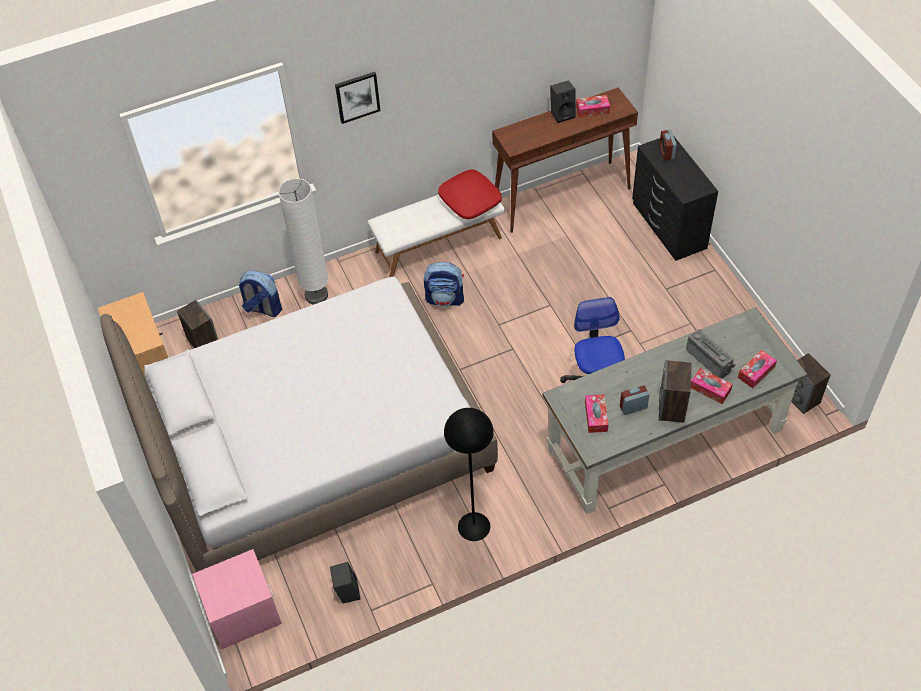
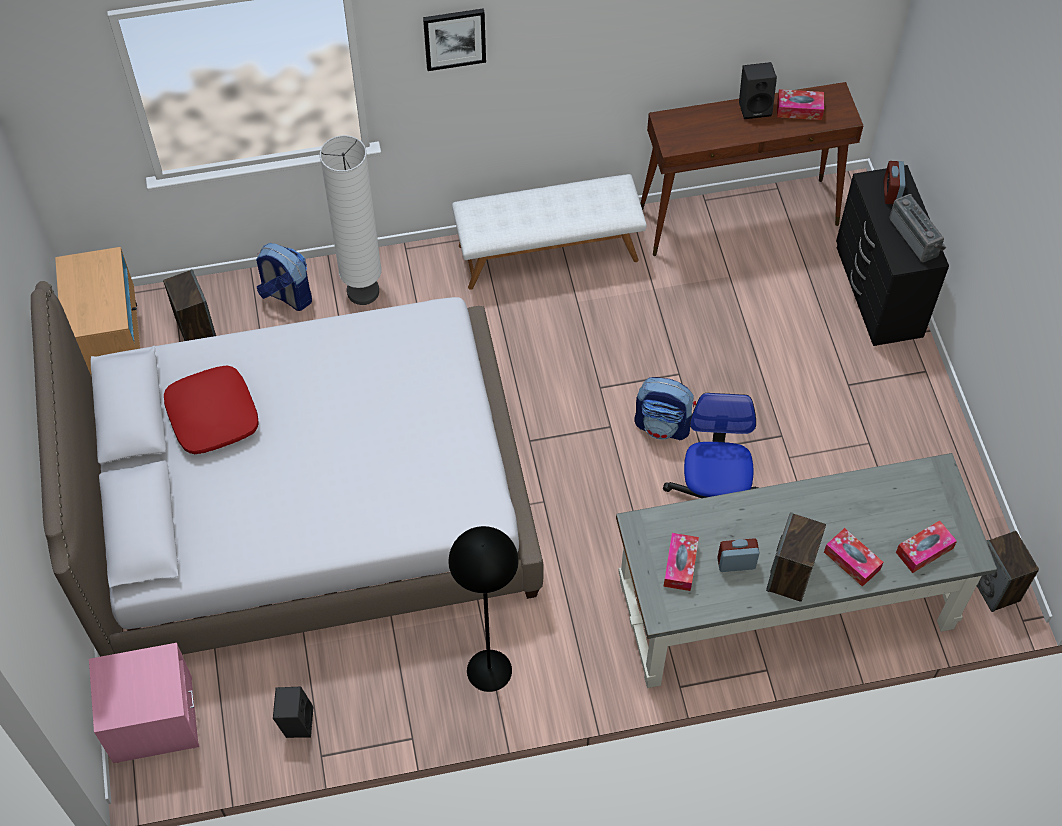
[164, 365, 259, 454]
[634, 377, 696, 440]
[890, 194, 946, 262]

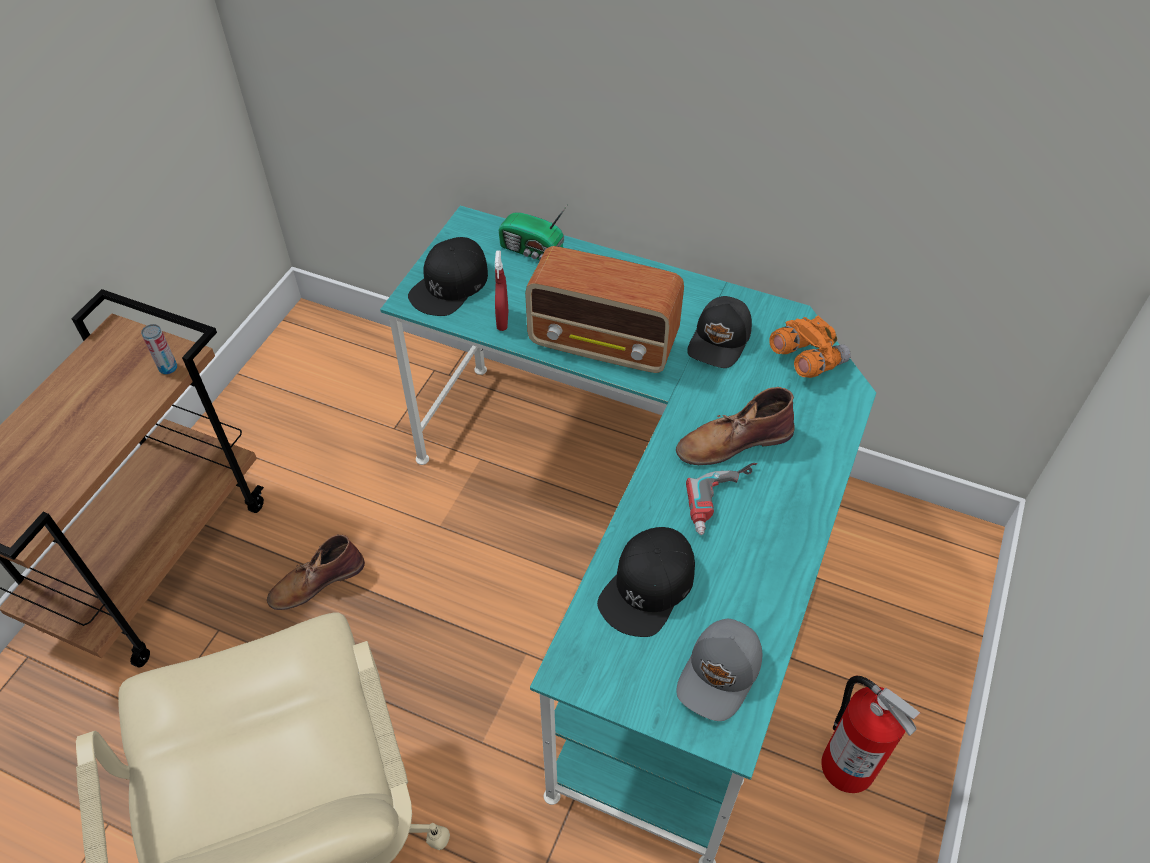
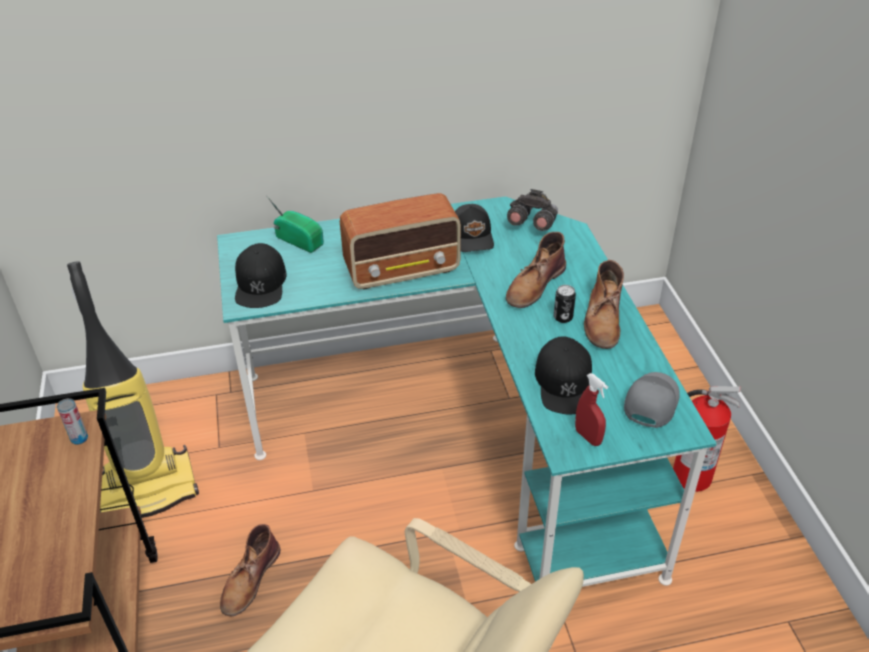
[266, 195, 324, 253]
[575, 373, 608, 446]
[507, 189, 558, 231]
[554, 285, 576, 323]
[624, 372, 680, 428]
[584, 260, 624, 349]
[67, 261, 199, 518]

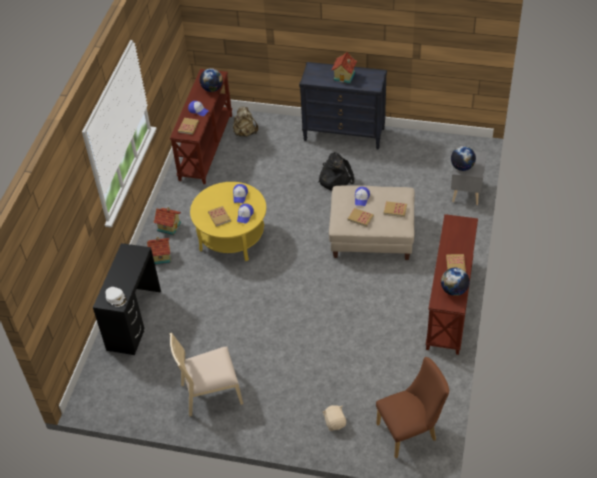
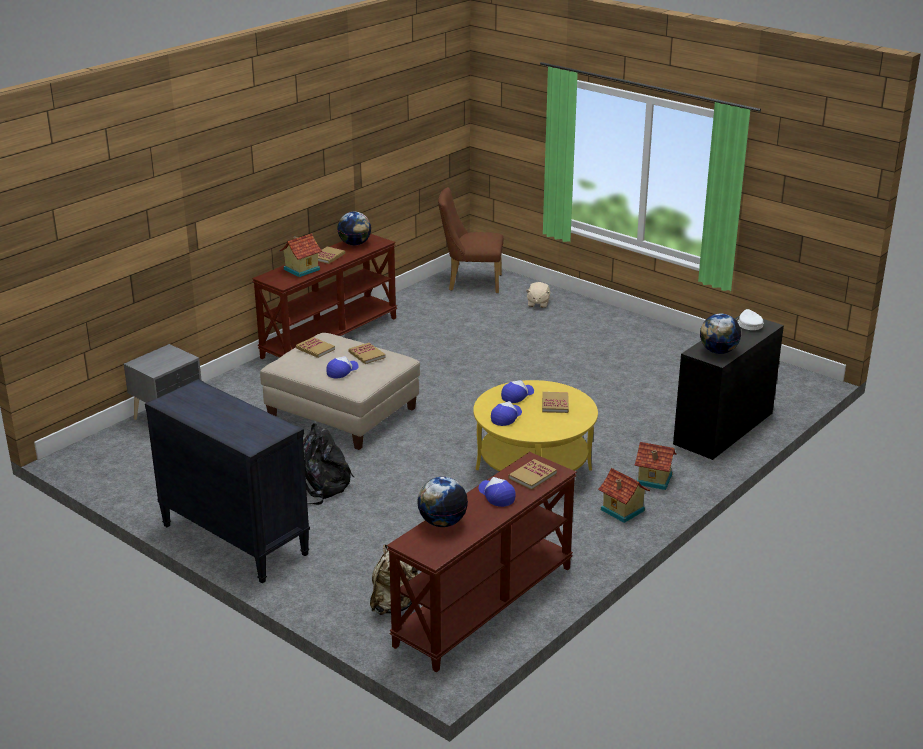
[279, 233, 322, 277]
[700, 314, 741, 354]
[170, 333, 243, 417] (first image)

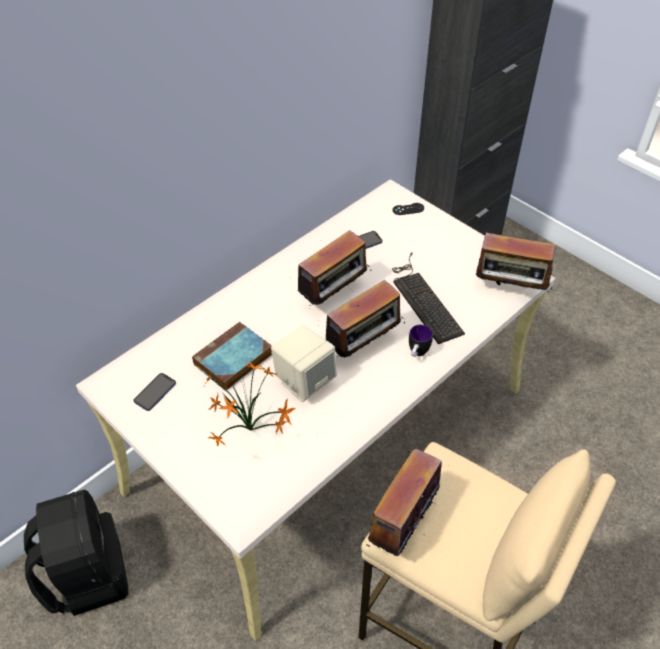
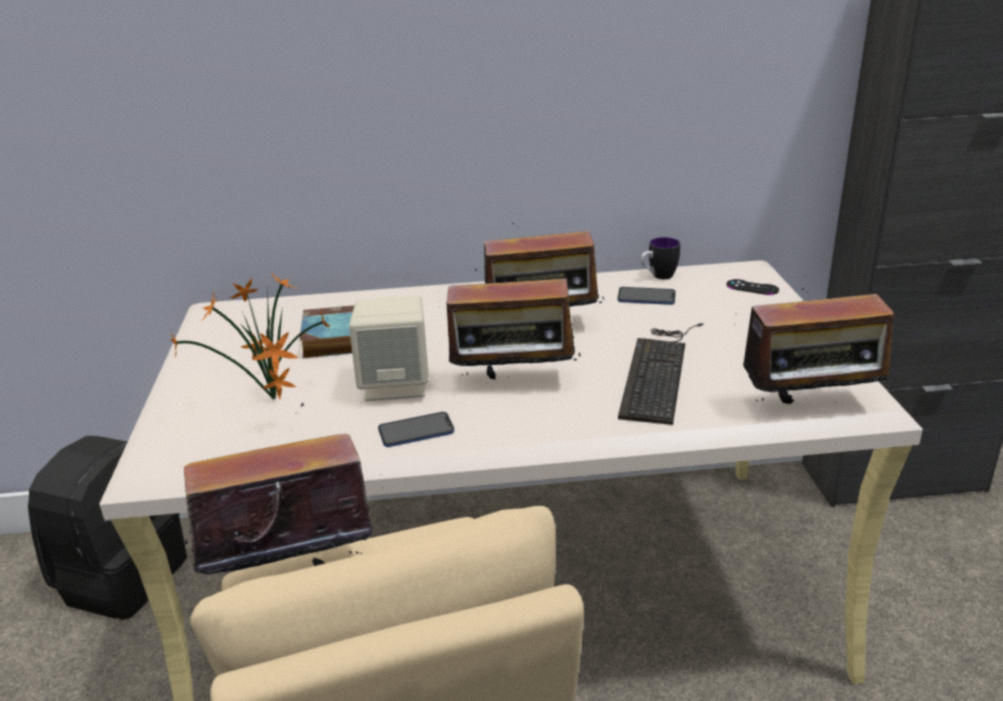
[743, 288, 898, 414]
[640, 237, 680, 279]
[378, 412, 454, 447]

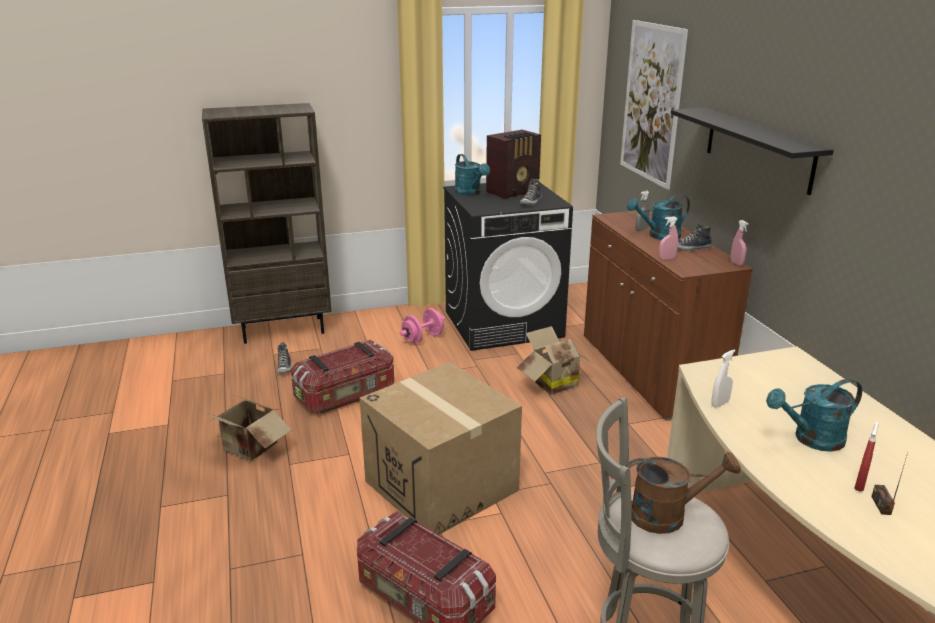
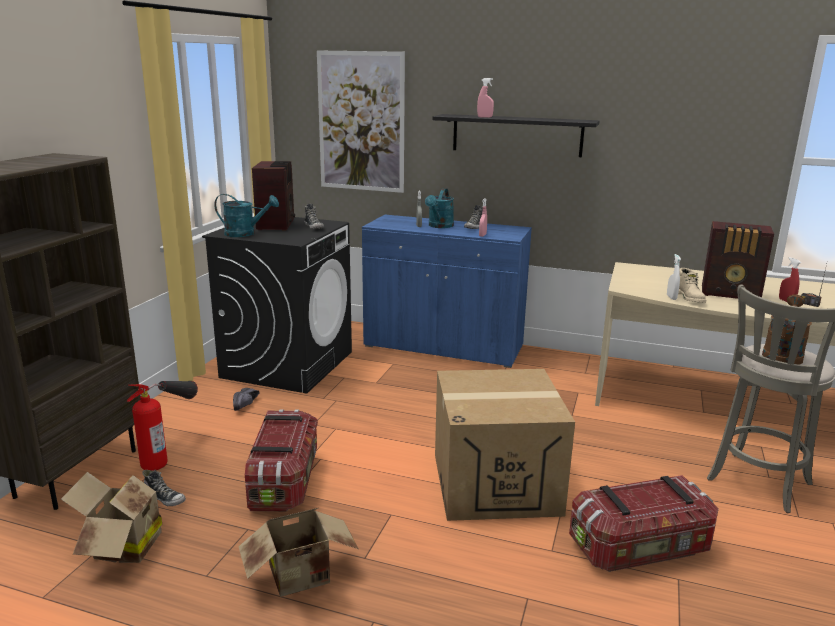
[362, 215, 532, 368]
[477, 78, 494, 118]
[233, 388, 260, 411]
[61, 472, 164, 563]
[702, 221, 774, 299]
[678, 268, 706, 303]
[127, 381, 198, 471]

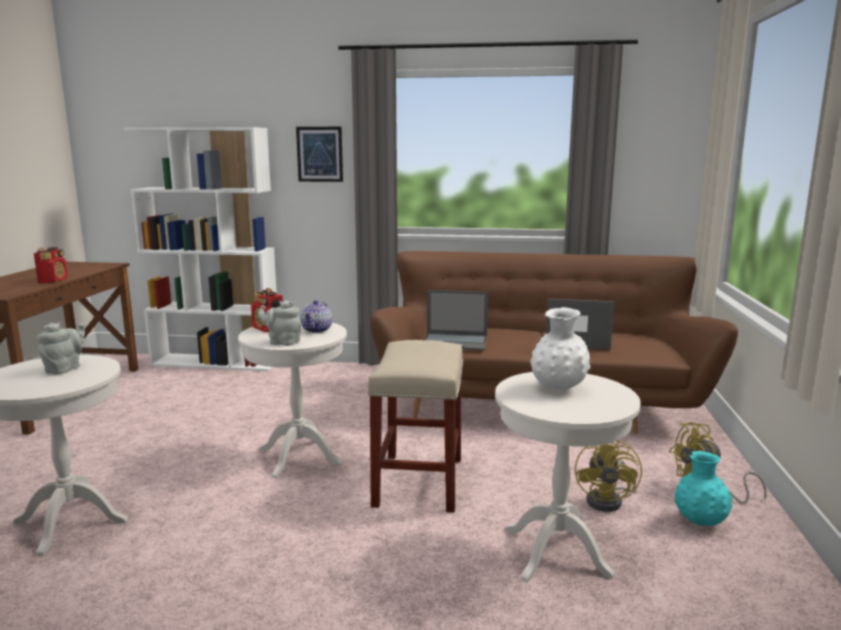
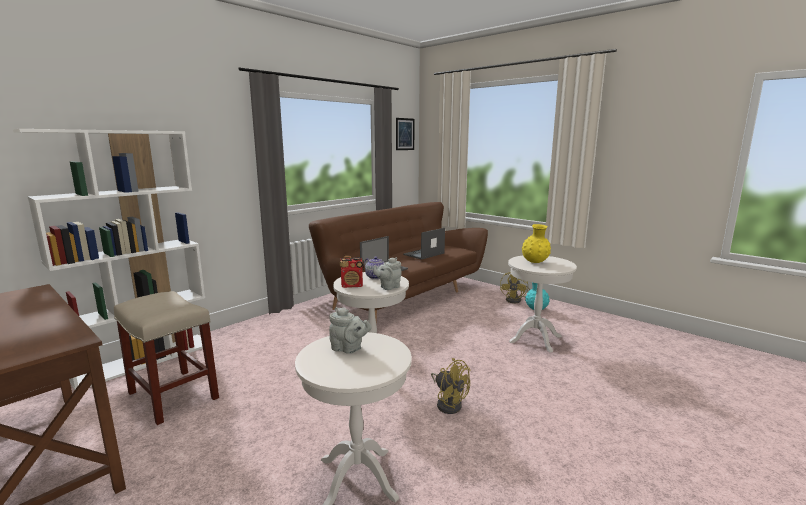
[396, 118, 415, 150]
[34, 247, 68, 283] (first image)
[522, 224, 551, 263]
[329, 307, 372, 354]
[114, 291, 219, 425]
[431, 358, 471, 414]

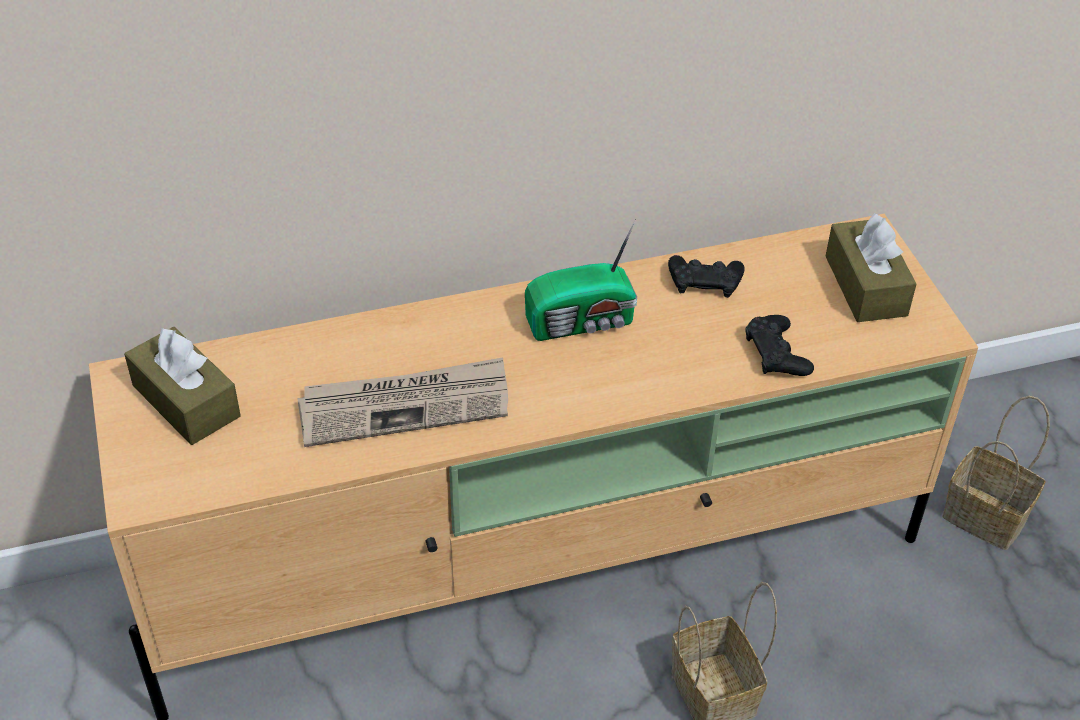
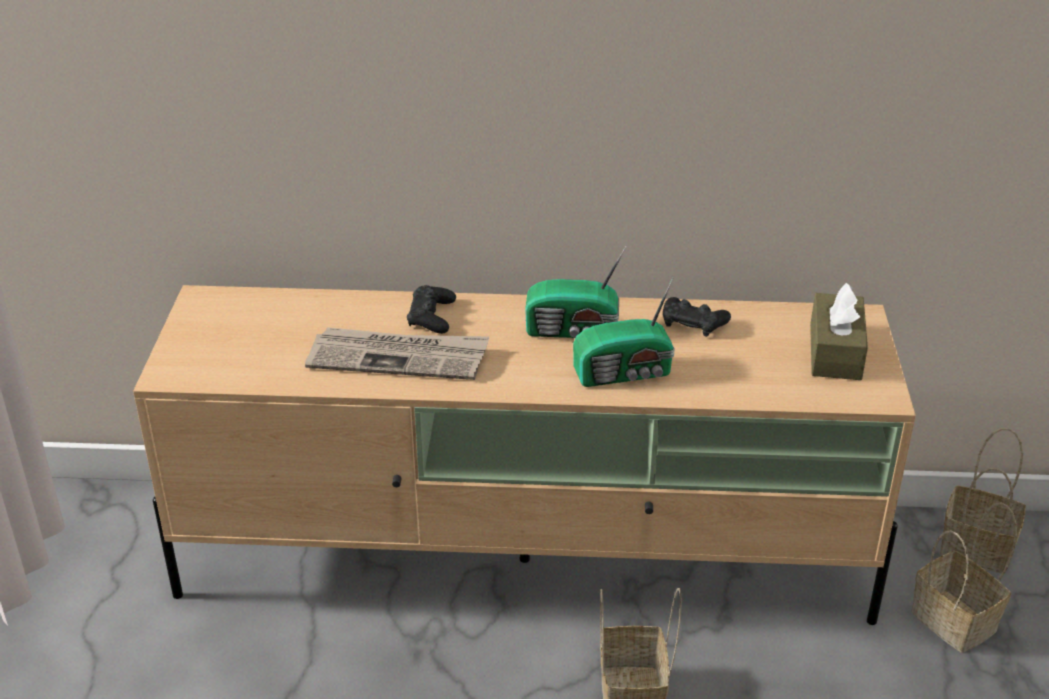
[407, 285, 456, 334]
[124, 327, 241, 445] (first image)
[573, 278, 675, 387]
[940, 428, 1026, 574]

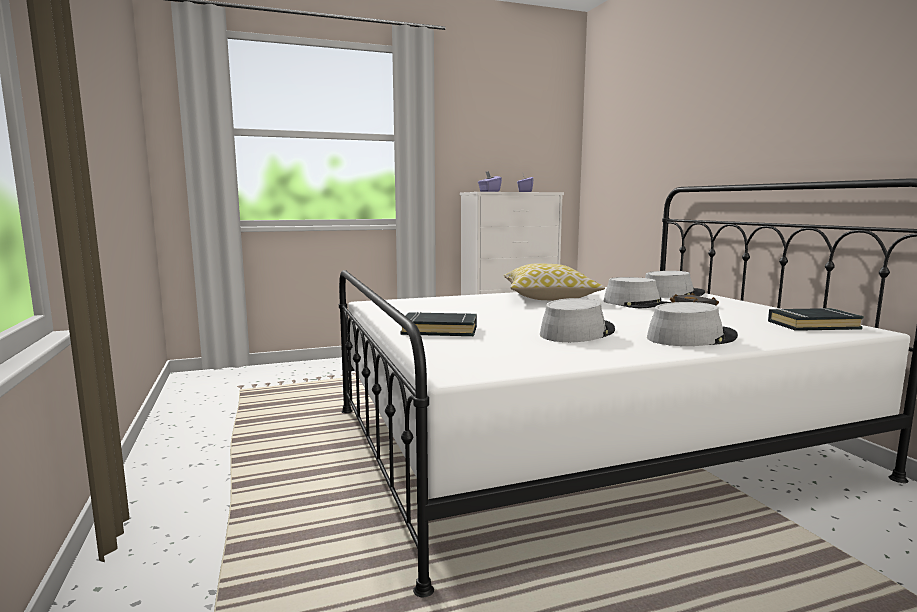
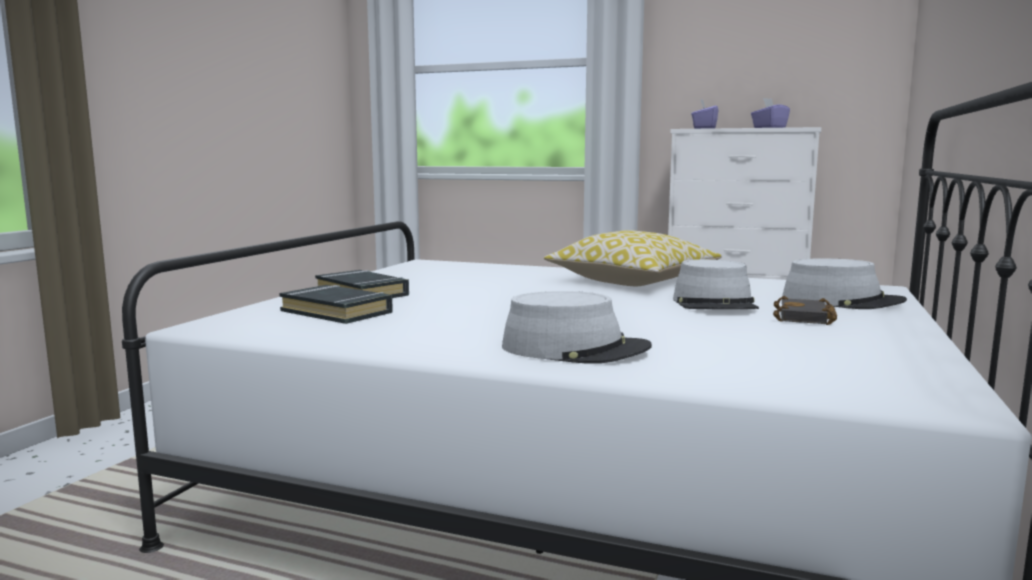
[540, 298, 615, 342] (first image)
[279, 285, 393, 324]

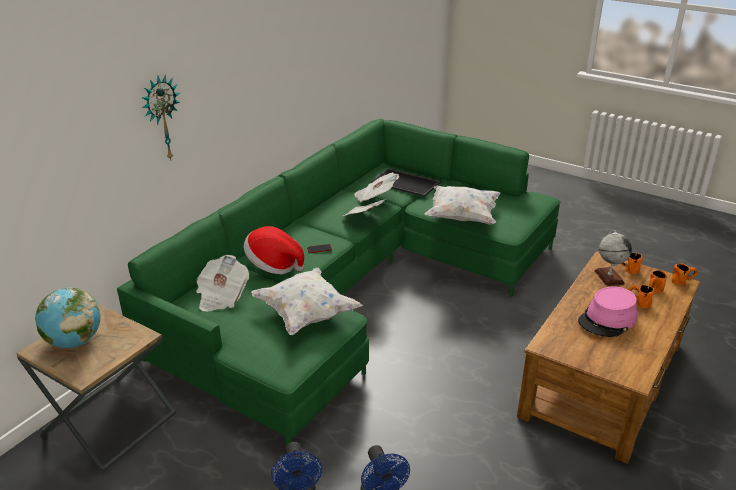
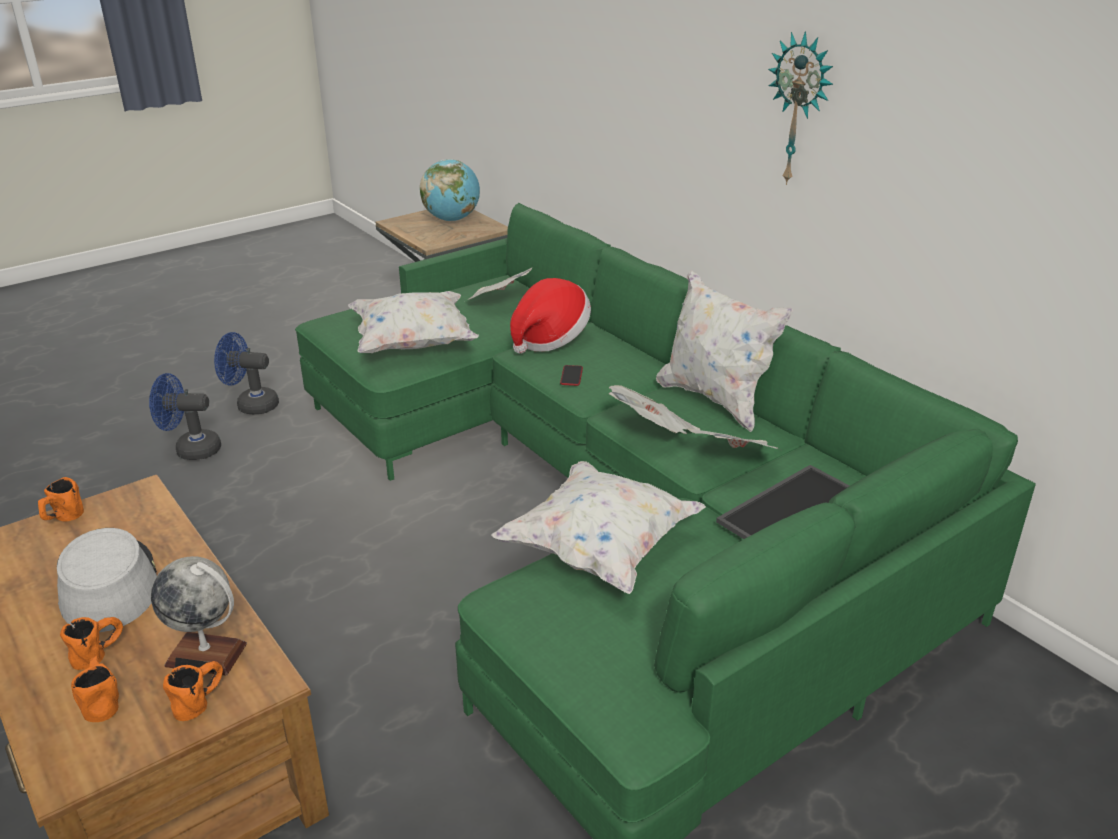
[768, 31, 833, 185]
[38, 477, 84, 521]
[57, 528, 157, 632]
[656, 270, 793, 432]

